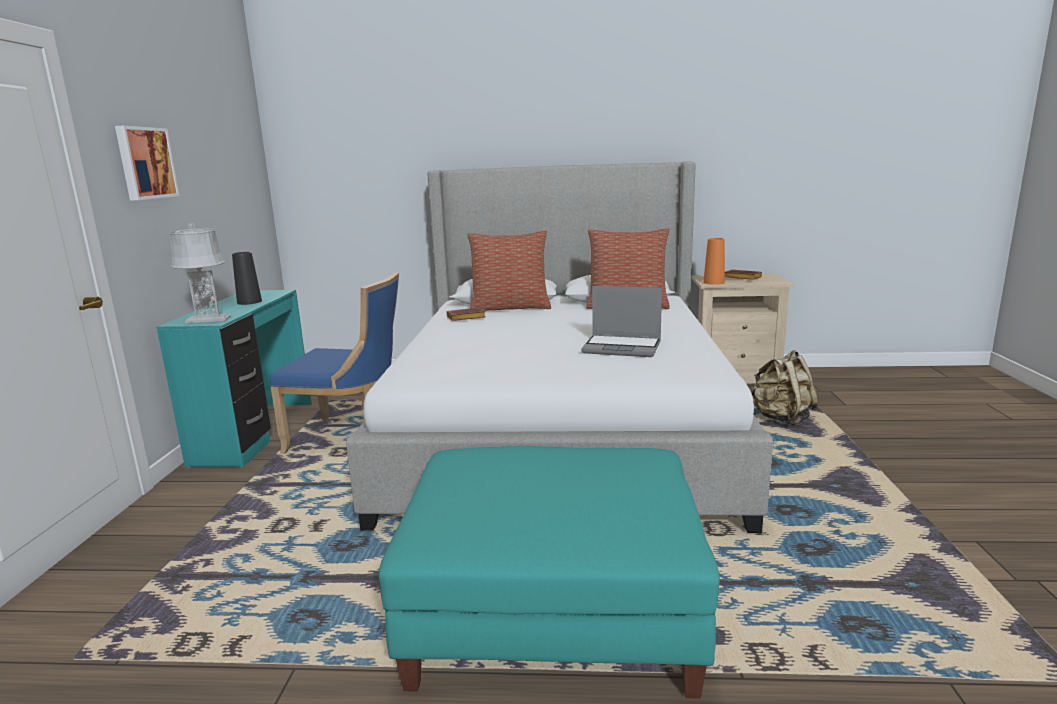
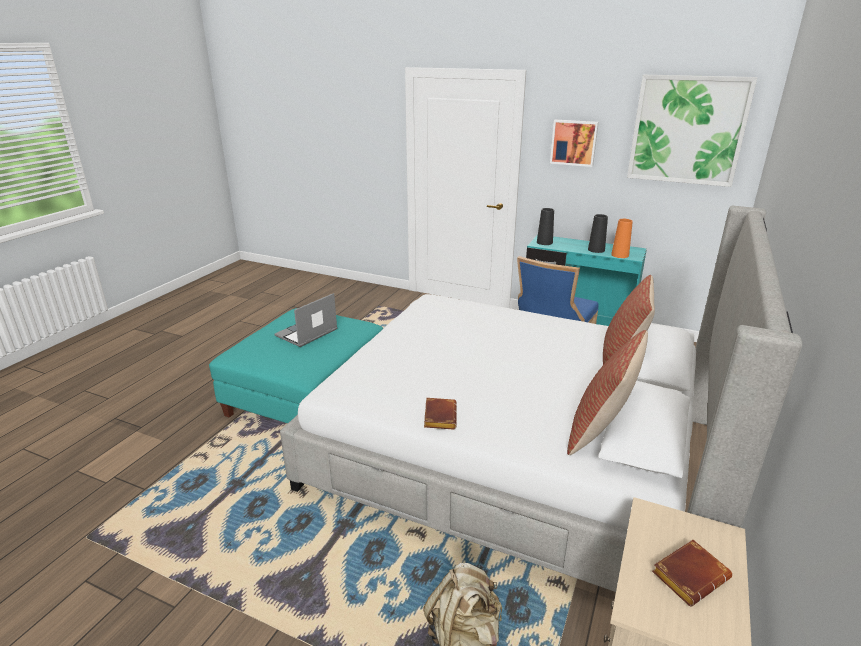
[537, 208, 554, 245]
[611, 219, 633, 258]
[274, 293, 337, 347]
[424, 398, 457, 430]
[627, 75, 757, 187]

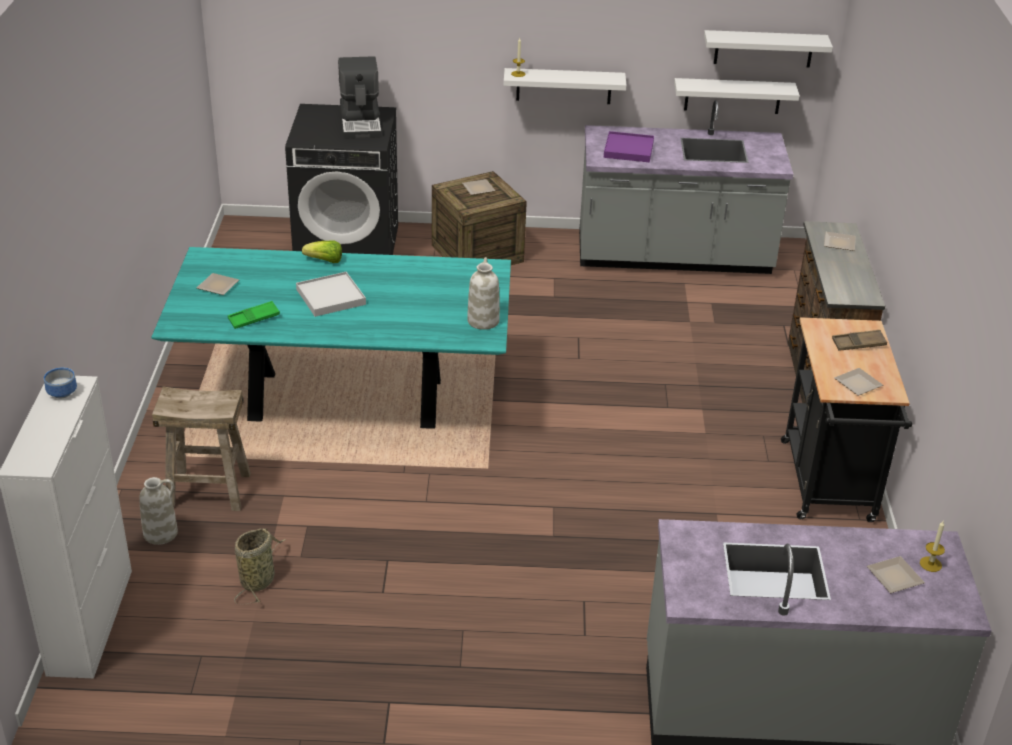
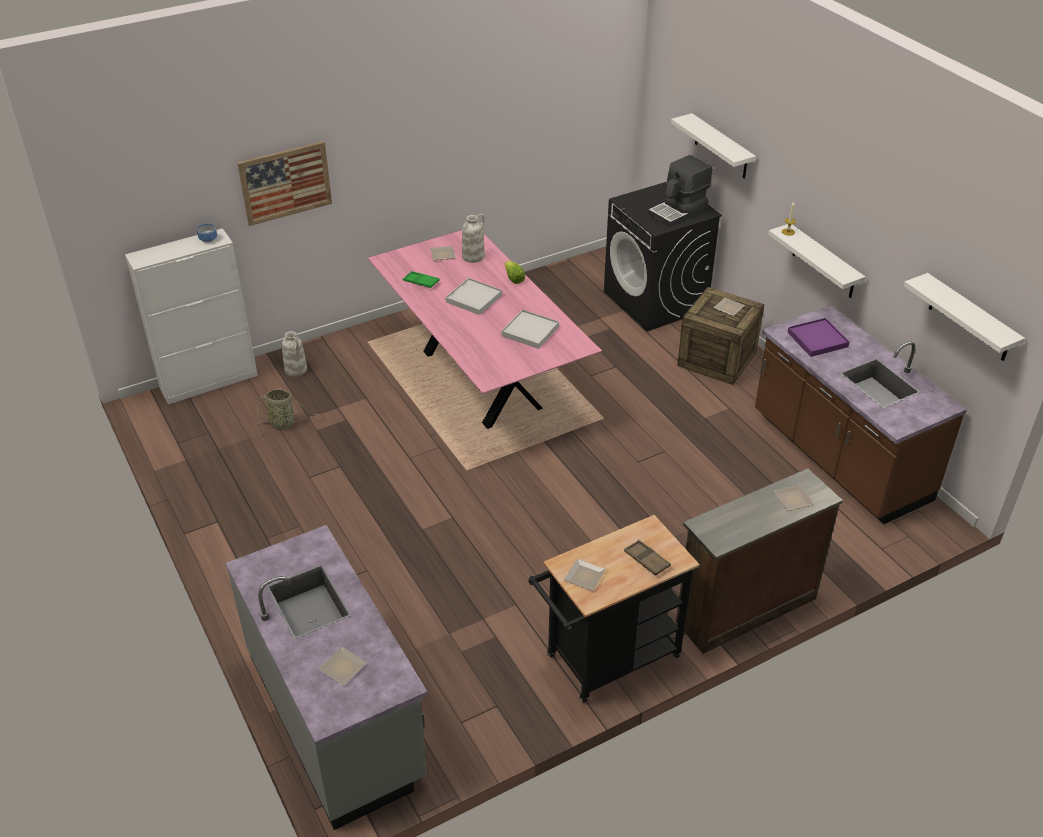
[671, 113, 756, 179]
[755, 305, 967, 524]
[368, 230, 602, 429]
[462, 214, 485, 263]
[152, 387, 251, 511] (first image)
[920, 521, 945, 572] (first image)
[237, 141, 332, 226]
[501, 309, 559, 349]

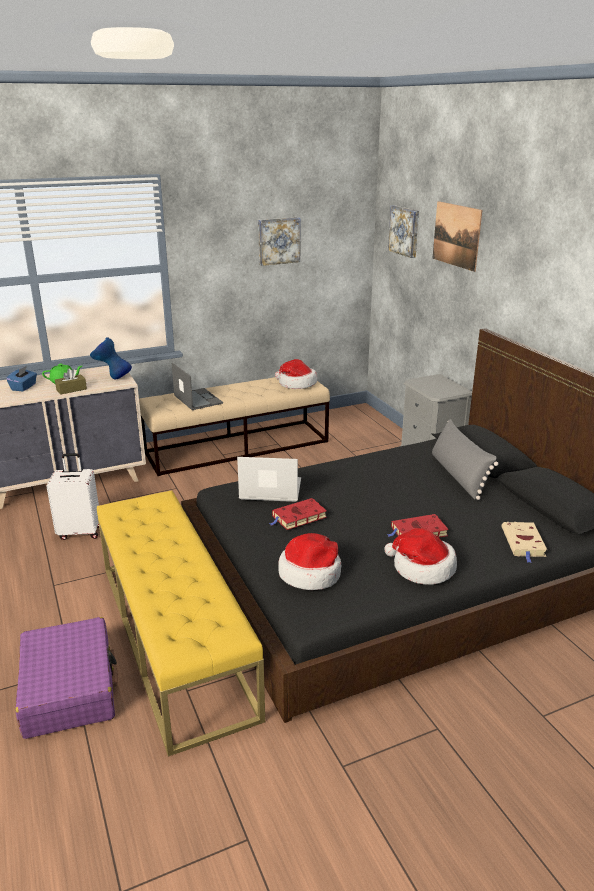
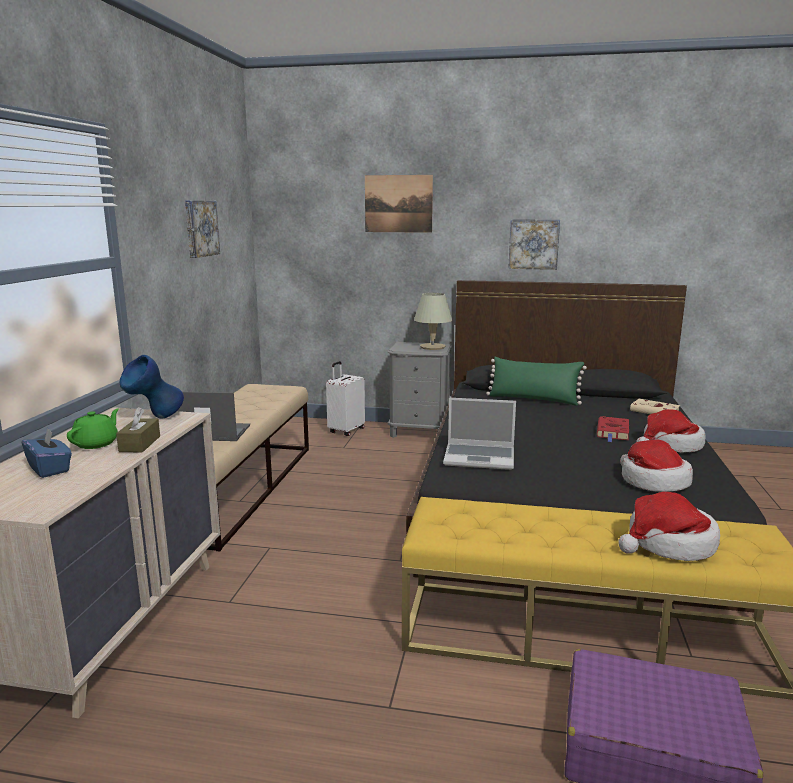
[508, 219, 560, 270]
[618, 492, 720, 561]
[486, 357, 587, 406]
[326, 361, 365, 436]
[443, 398, 516, 470]
[269, 498, 327, 530] (first image)
[414, 293, 452, 350]

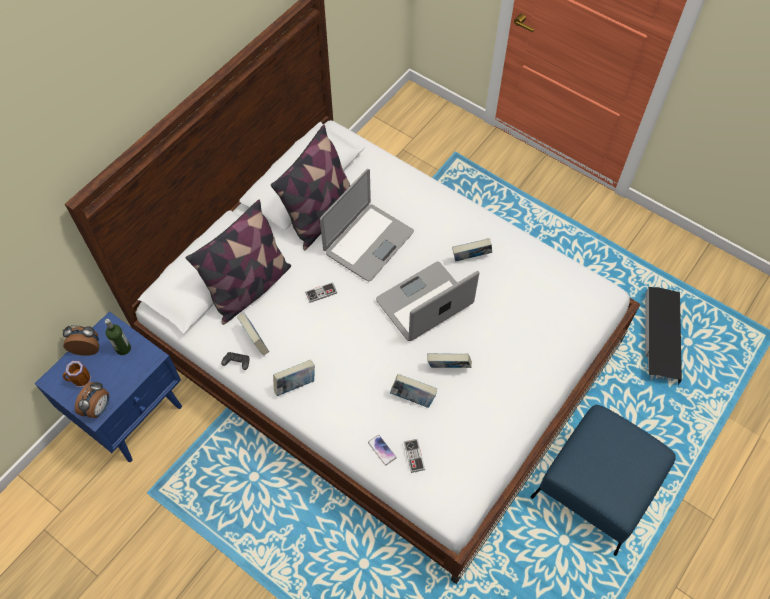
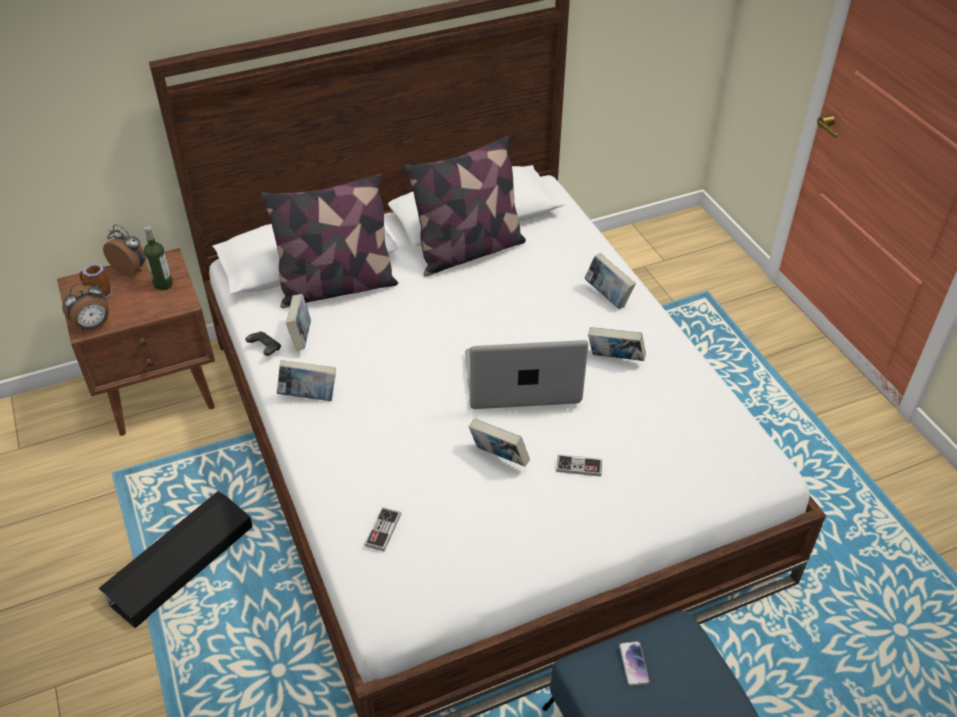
[320, 169, 414, 281] (first image)
[556, 454, 602, 477]
[98, 491, 253, 629]
[57, 248, 215, 436]
[584, 253, 636, 309]
[619, 641, 650, 686]

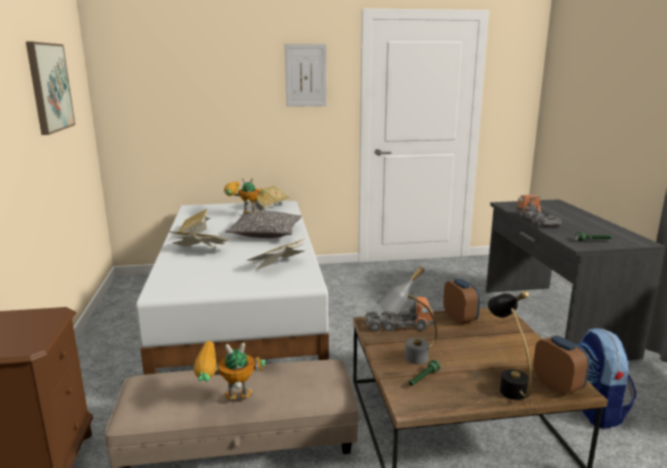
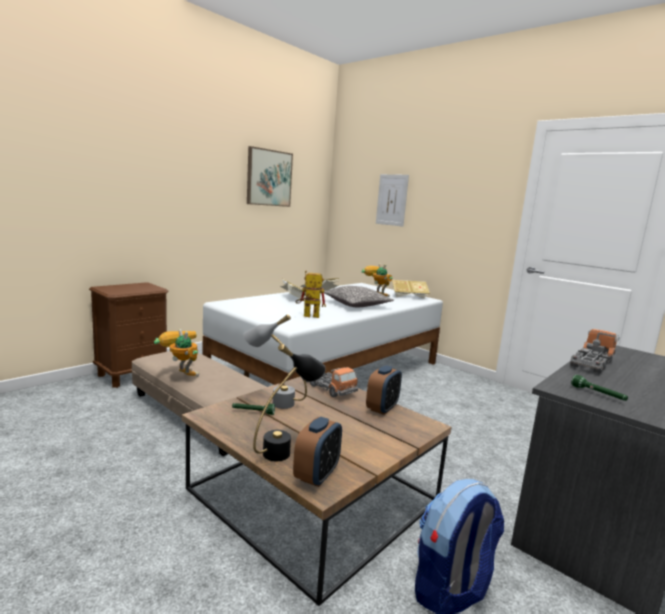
[376, 174, 409, 226]
[296, 271, 326, 318]

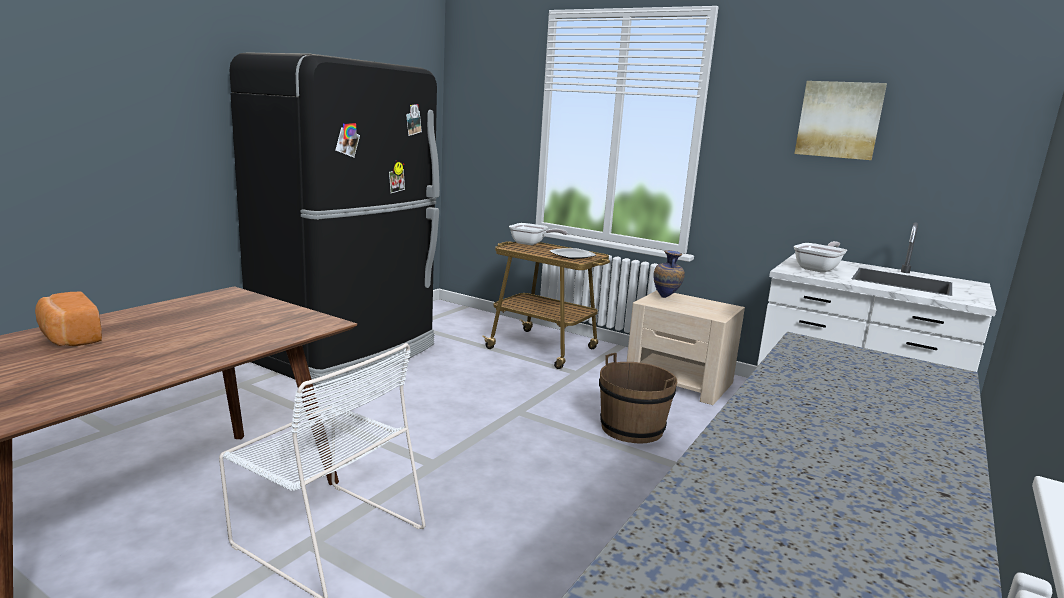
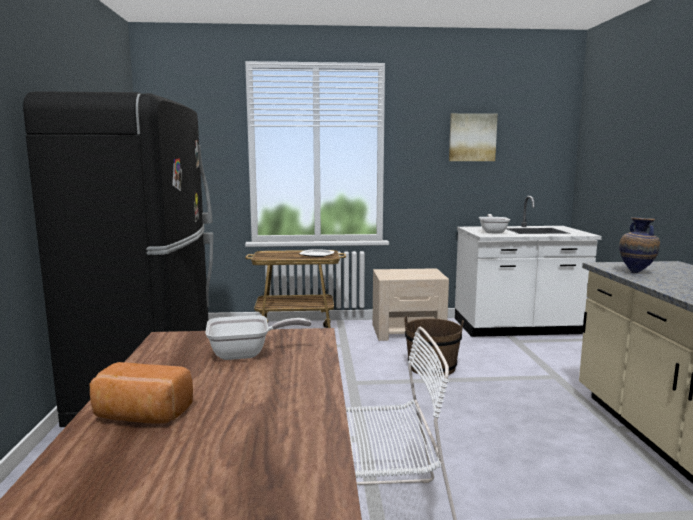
[205, 315, 311, 360]
[619, 217, 660, 273]

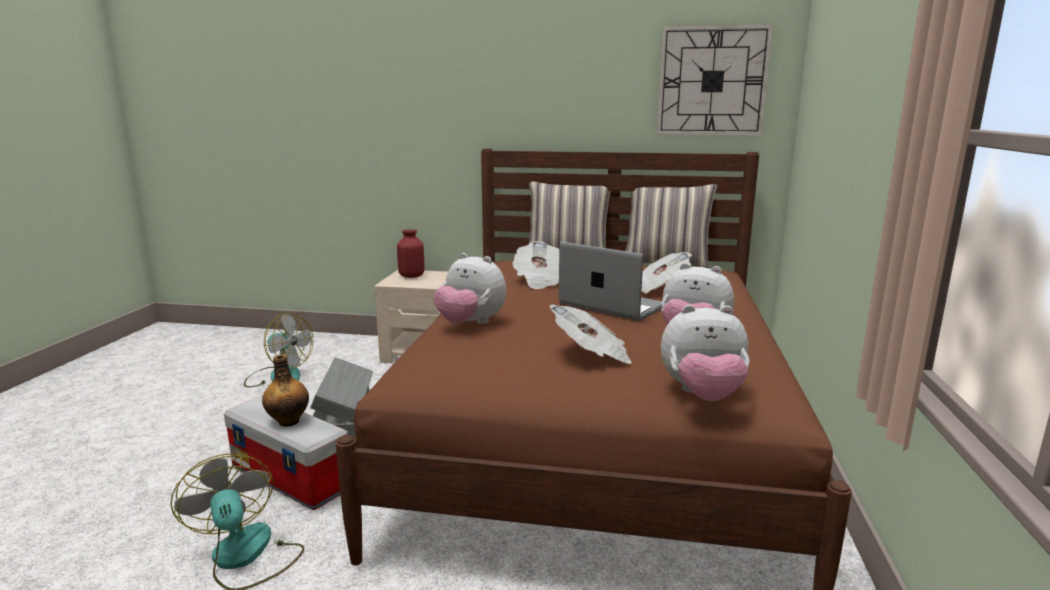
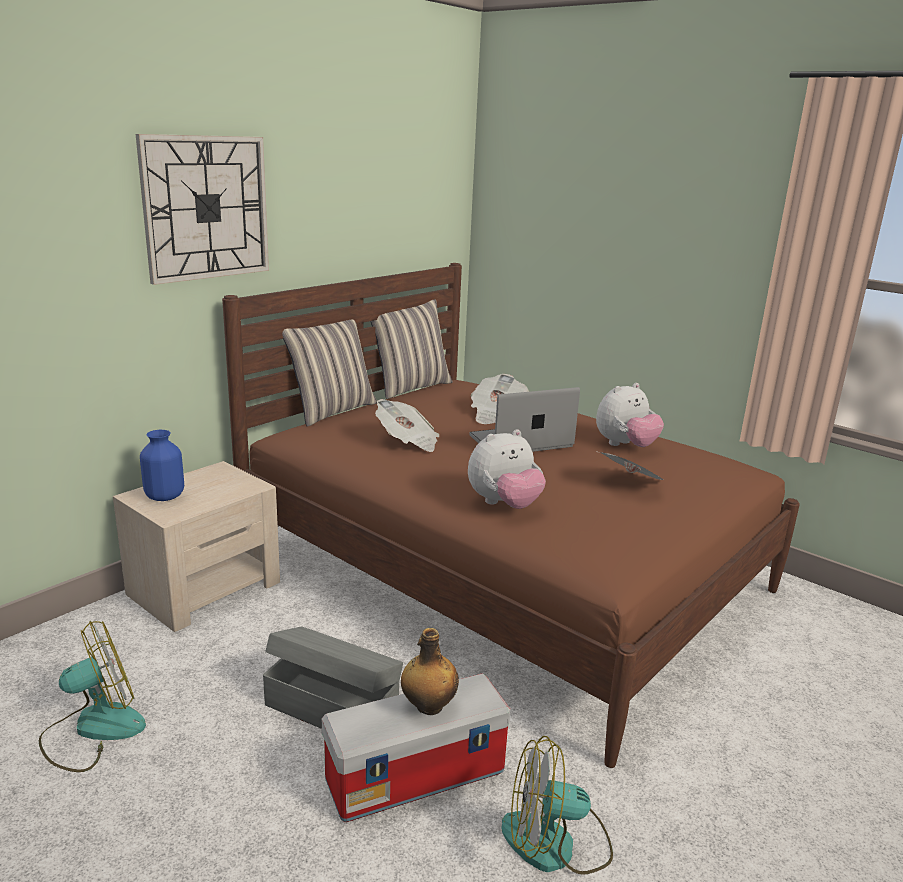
[136, 134, 269, 285]
[140, 430, 184, 501]
[661, 305, 750, 401] (first image)

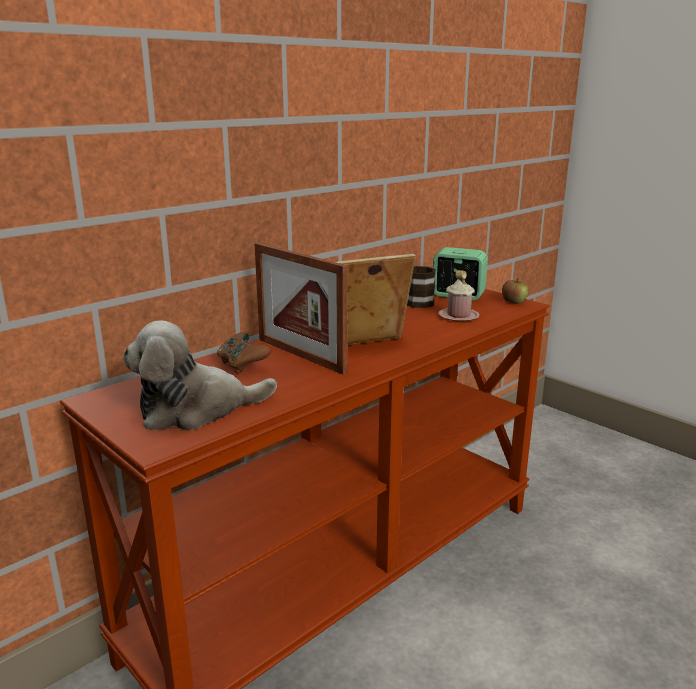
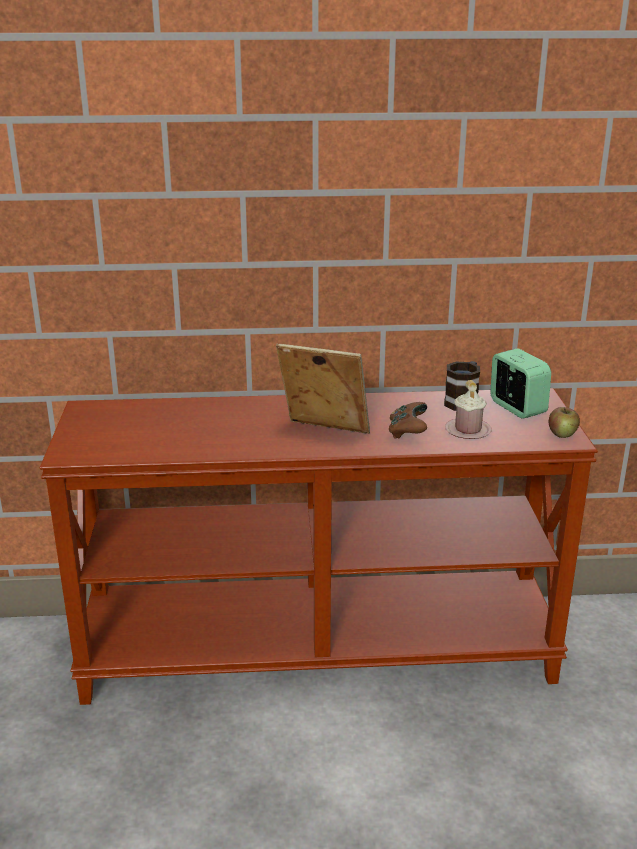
[255, 243, 347, 375] (first image)
[123, 321, 277, 430] (first image)
[389, 402, 427, 439]

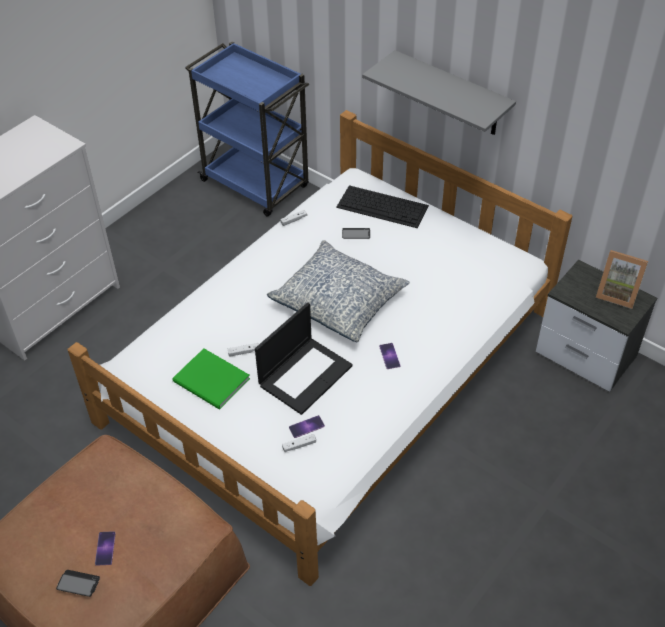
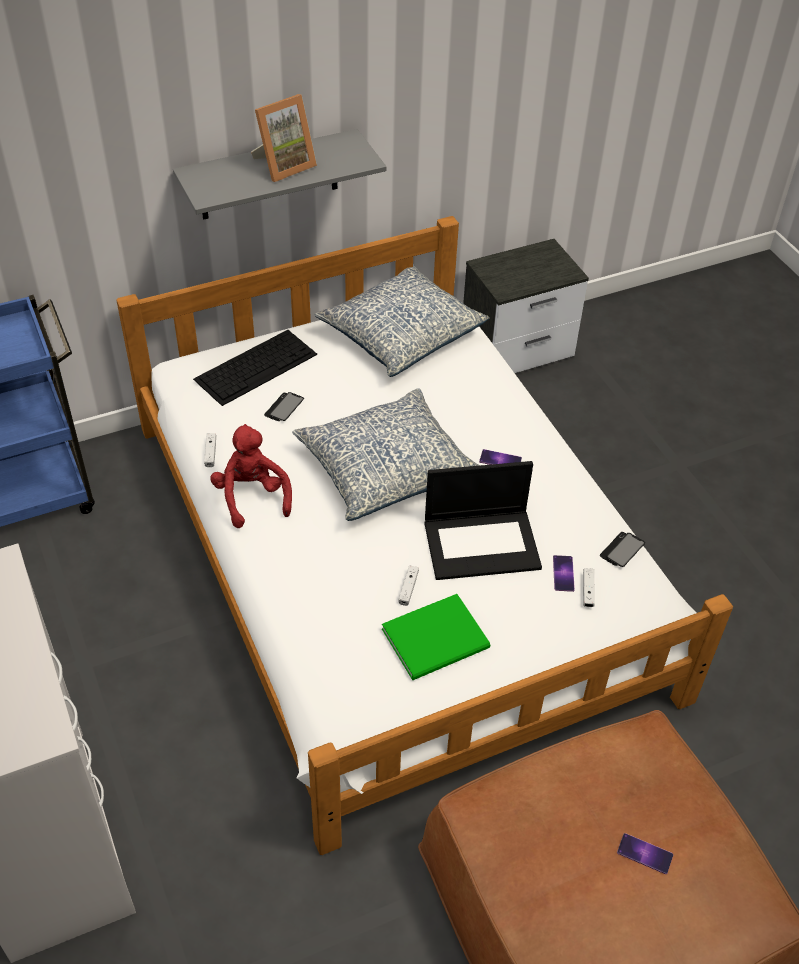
[251, 94, 317, 182]
[424, 461, 542, 580]
[600, 532, 645, 567]
[315, 265, 490, 377]
[210, 424, 292, 528]

